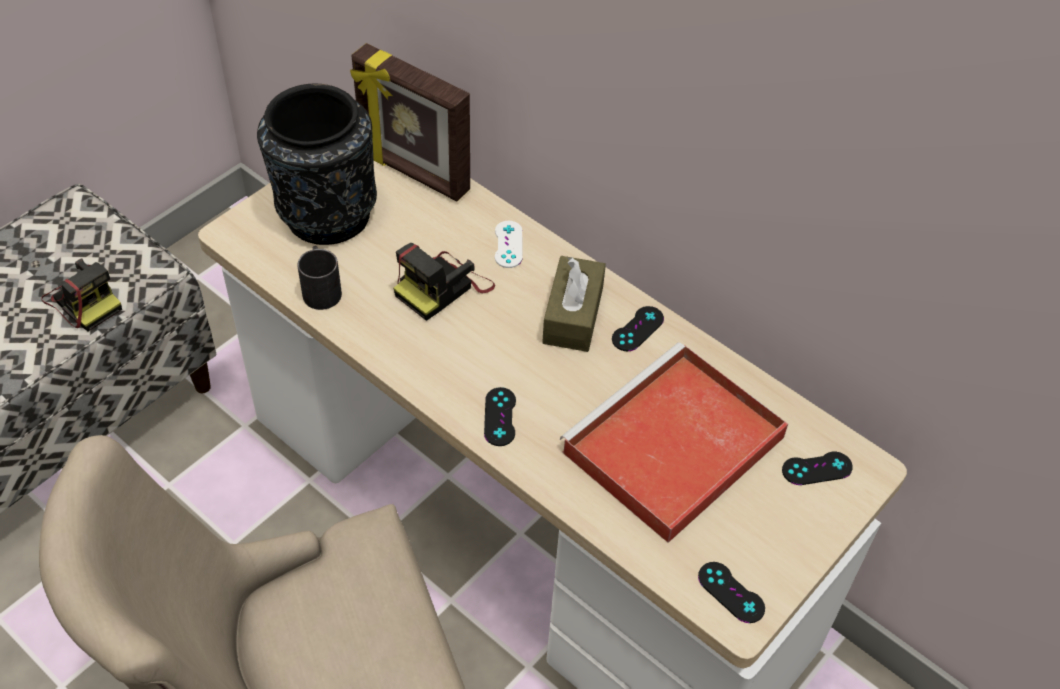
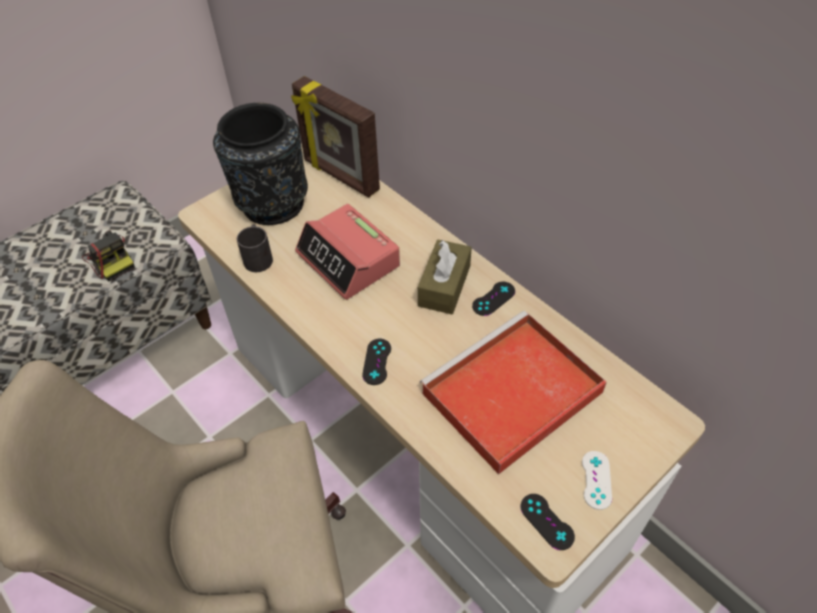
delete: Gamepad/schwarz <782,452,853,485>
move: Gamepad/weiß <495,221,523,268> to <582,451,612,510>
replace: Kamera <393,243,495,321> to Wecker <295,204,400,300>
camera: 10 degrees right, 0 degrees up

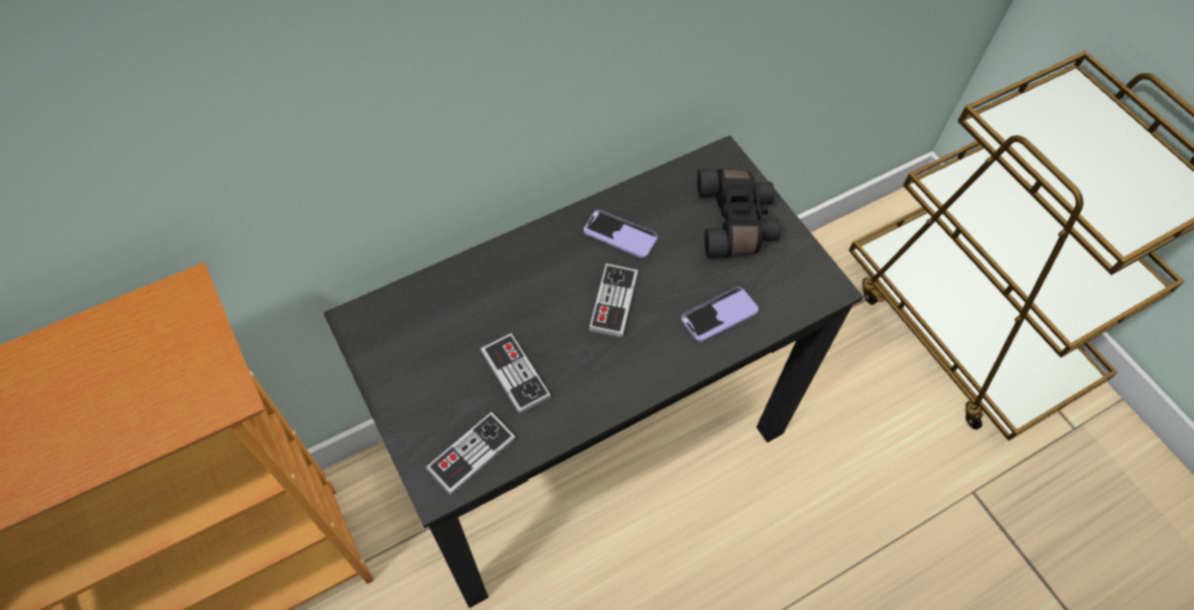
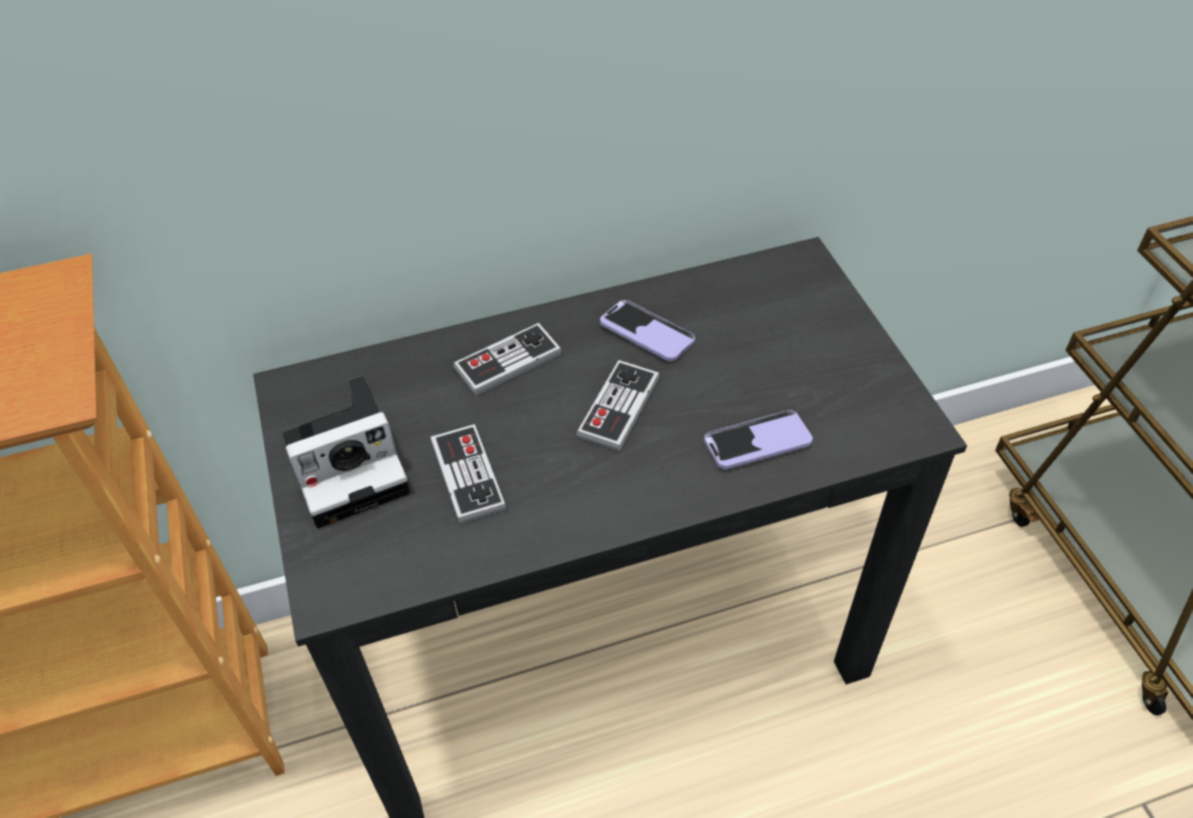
delete: Fernglas/schwarz <697,169,781,258>
insert: Kamera <283,376,410,528>
move: Gamepad <426,412,516,496> to <453,323,562,396>
camera: 15 degrees right, 10 degrees down

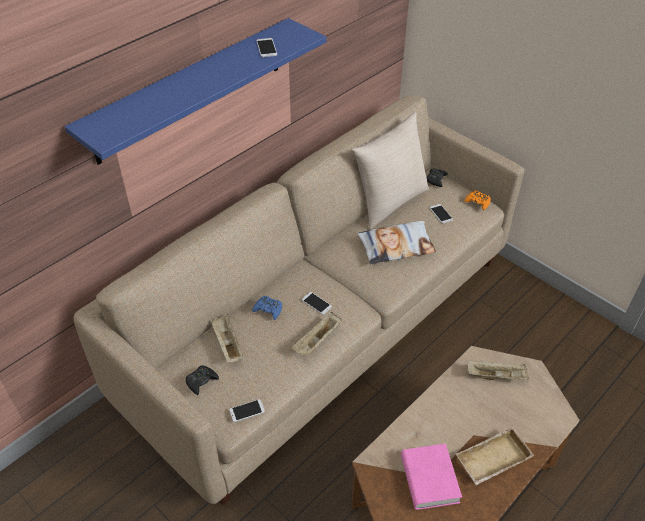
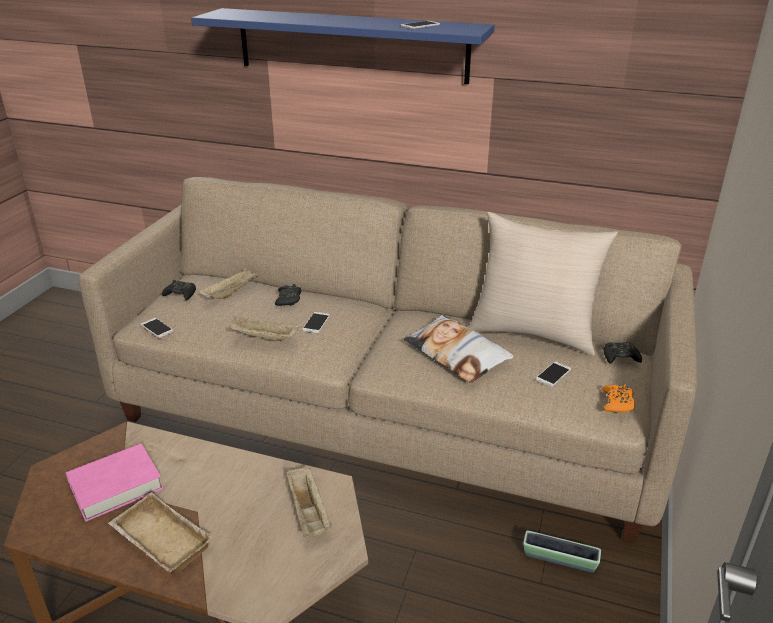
insert: Pflanzkübel <523,531,601,573>
recolor: Gamepad/blau <252,296,282,320> to Gamepad/schwarz <275,284,301,306>
camera: 65 degrees right, 15 degrees down

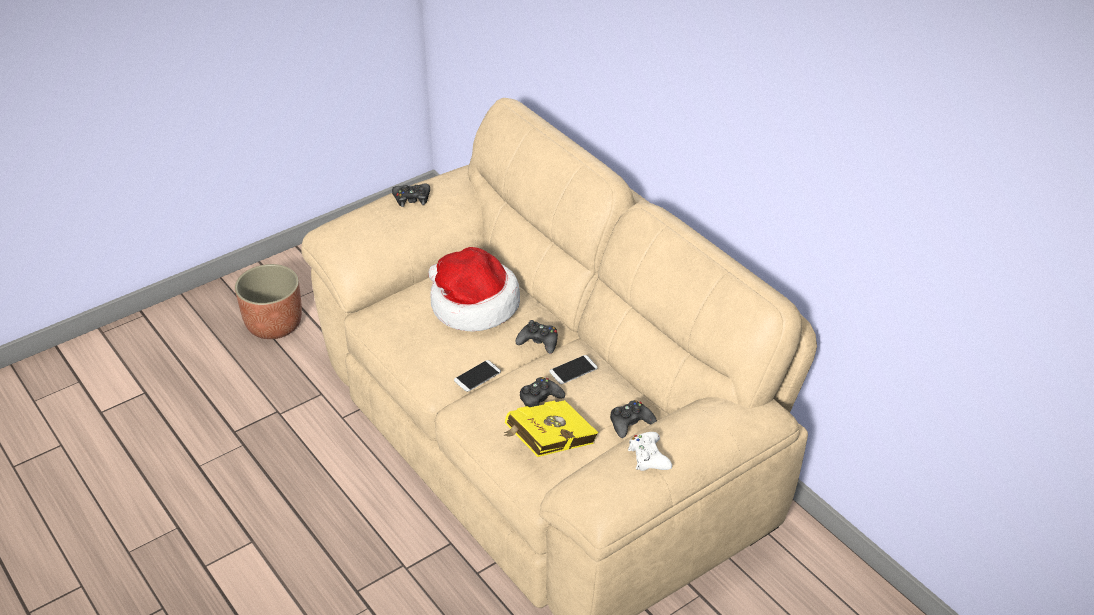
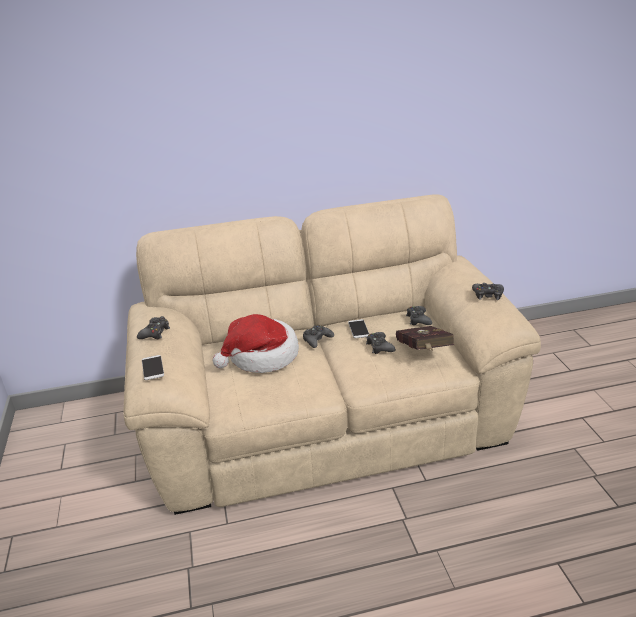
delete: Pflanzkübel <235,264,302,339>
move: Handy <454,360,501,392> to <142,355,164,380>
recolor: Buch/gelb <503,400,598,457> to Buch/rot <396,326,454,350>; Gamepad/weiß <628,432,672,471> to Gamepad/schwarz <472,283,504,300>
camera: 65 degrees left, 10 degrees down

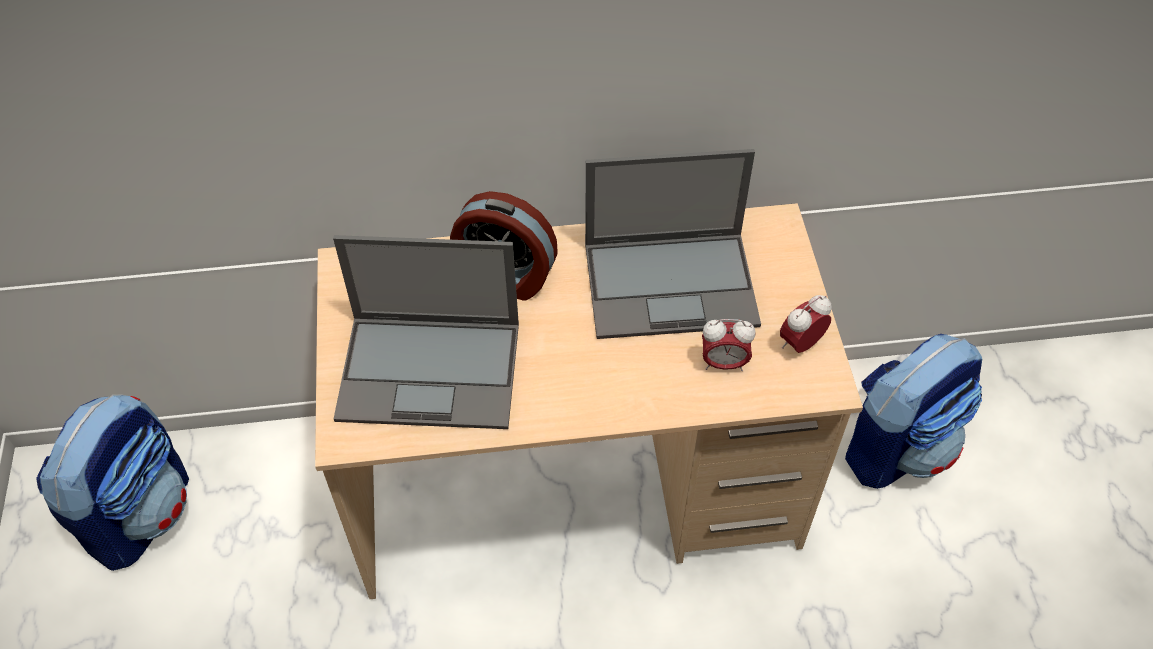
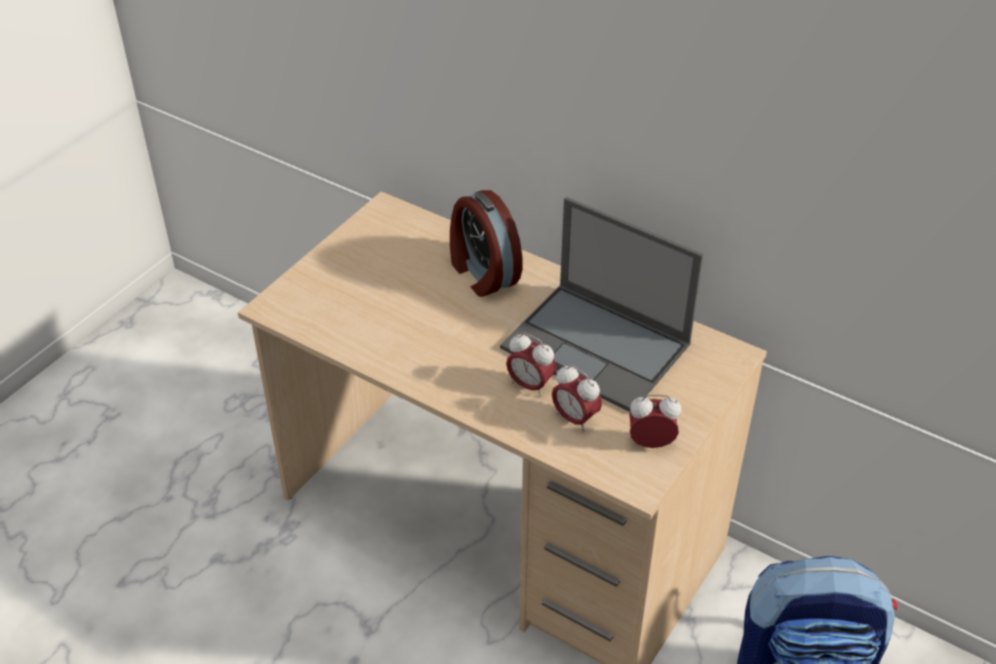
delete: Rucksack <36,394,189,571>; Laptop <333,235,519,429>
insert: Wecker <506,333,556,397>
camera: 40 degrees right, 10 degrees down

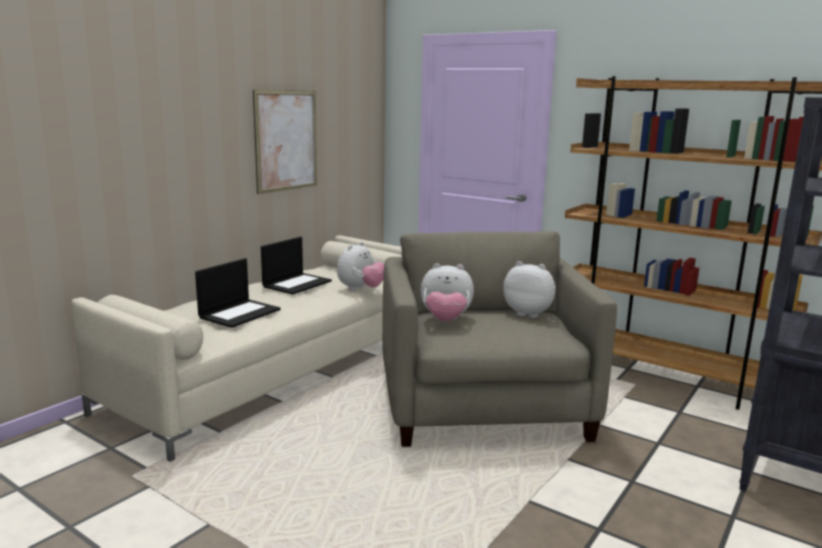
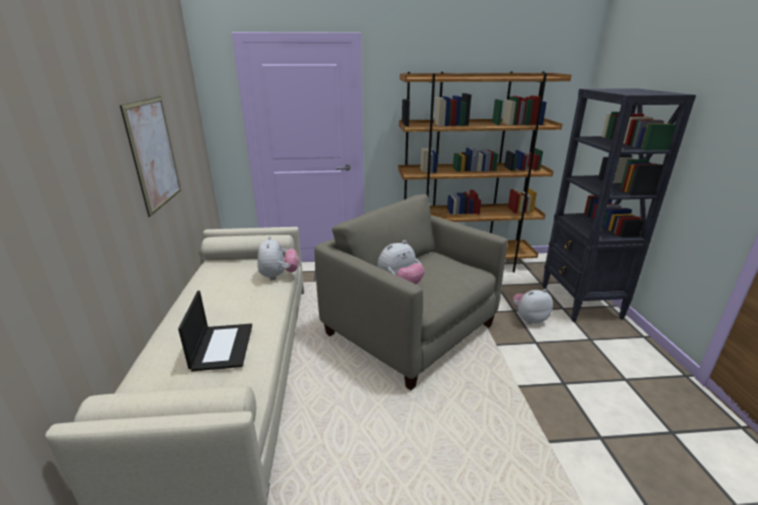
delete: Laptop <261,237,332,295>
move: Plüschtier <503,261,556,318> to <513,289,553,324>
camera: 40 degrees left, 10 degrees up

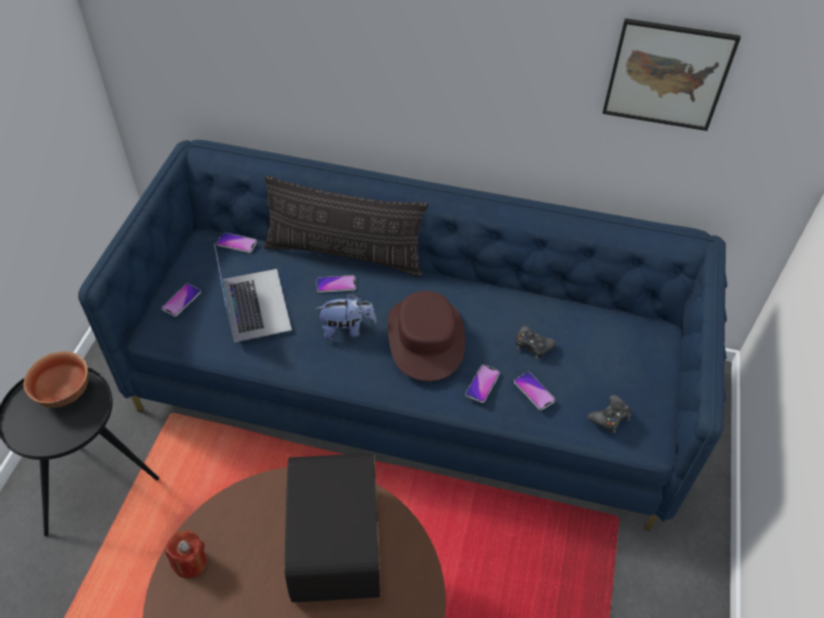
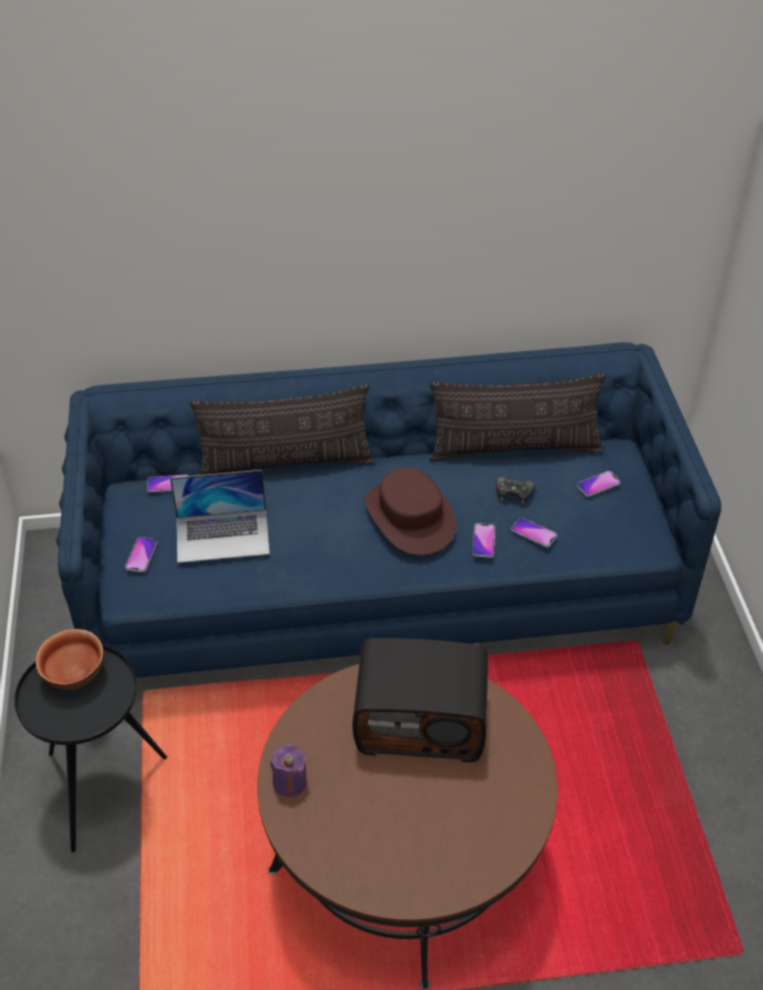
delete: Plüschtier <314,293,377,340>; Gamepad/schwarz <588,395,631,433>; Bild <602,18,741,131>
insert: Kissen <429,373,606,462>
move: Handy <317,275,356,293> to <577,471,620,497>
recolor: Kerze/rot <165,530,207,578> to Kerze/lila <270,744,307,797>
rotate: Laptop <214,243,292,342> = <170,470,270,563> 120 degrees clockwise; Radio <285,453,381,603> = <353,638,488,762> 60 degrees counterclockwise
camera: 20 degrees left, 5 degrees down

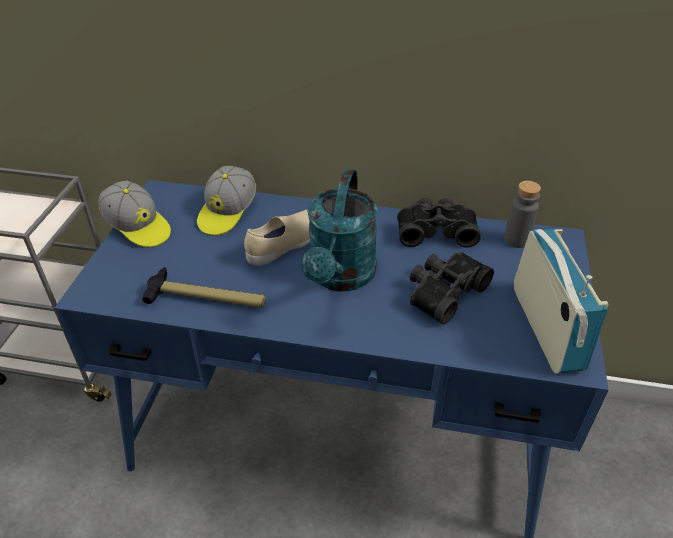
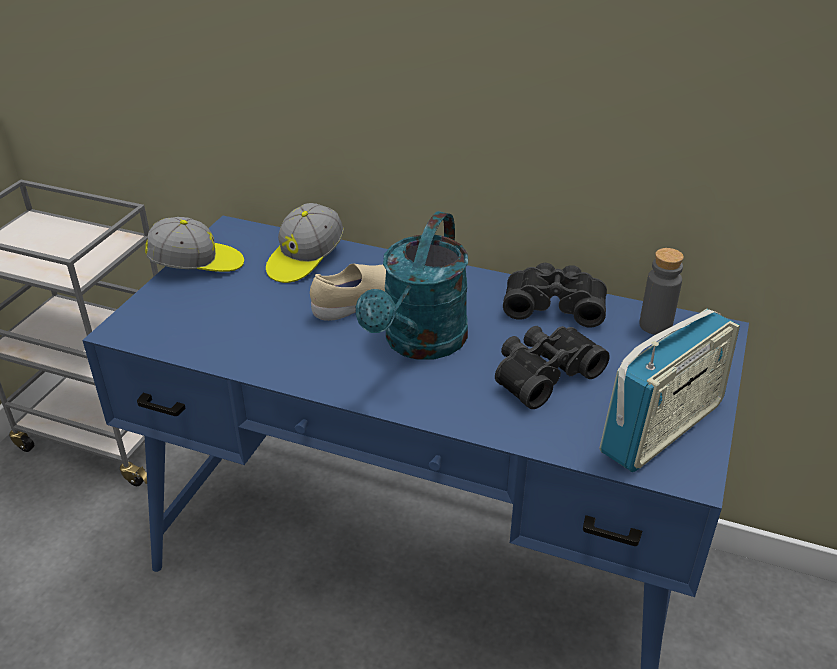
delete: Hammer <142,267,266,308>
rotate: Kappe <98,181,171,247> = <145,217,244,272> 60 degrees counterclockwise; Radio <514,228,609,374> = <599,308,740,472> 45 degrees clockwise
camera: 10 degrees right, 5 degrees down

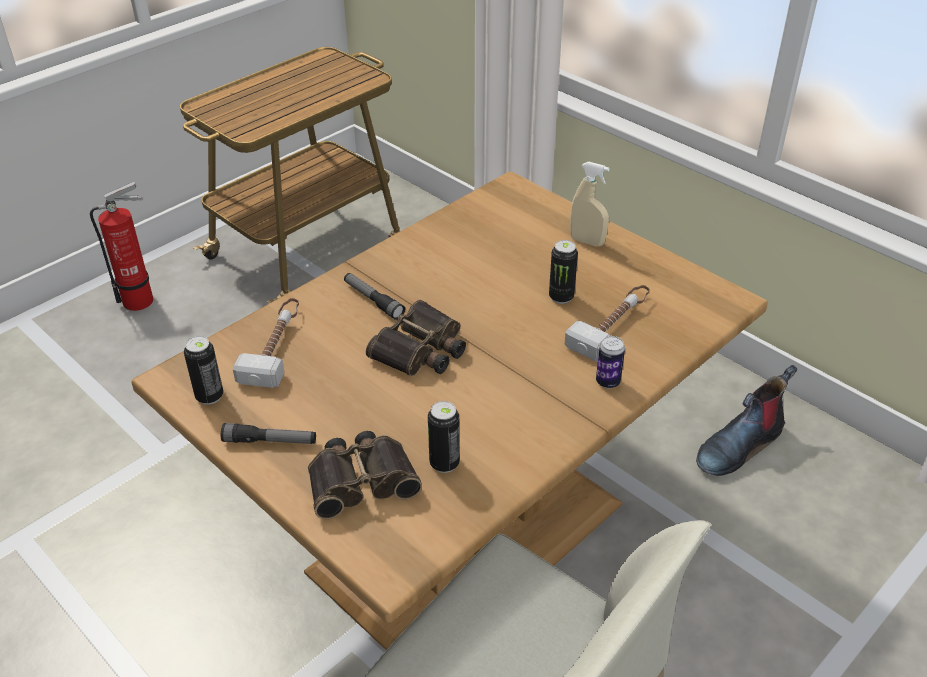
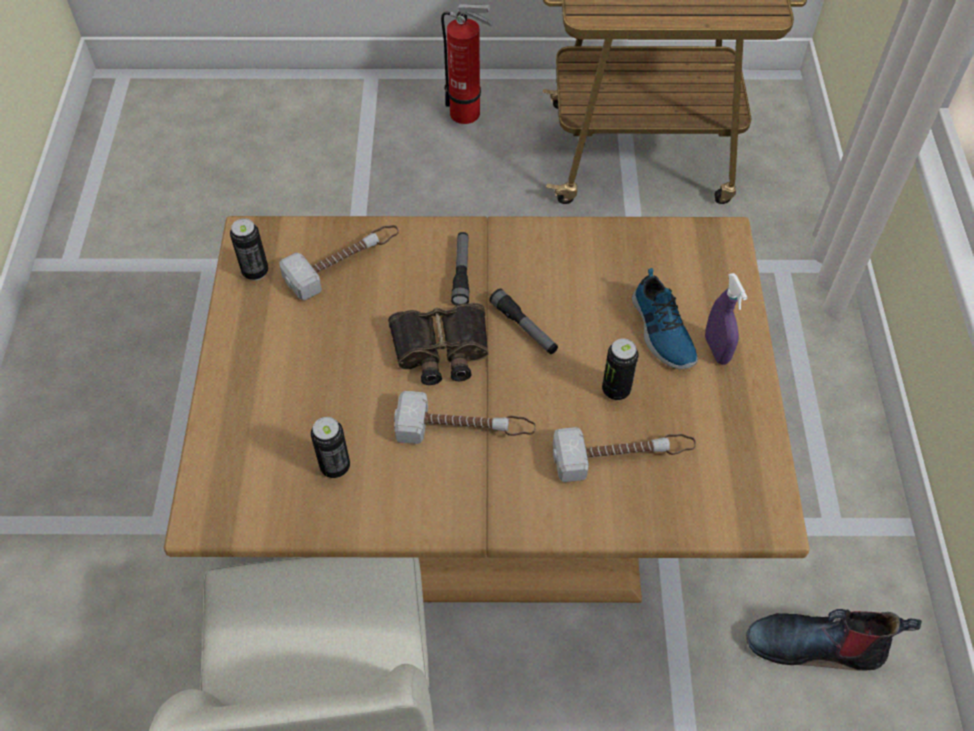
delete: Fernglas <308,431,422,519>; Dose <596,336,625,388>
insert: Hammer <394,391,536,444>; Schuh <632,268,698,369>
move: Taschenlampe <221,423,316,444> to <489,289,558,354>
recolor: Sprühflasche/beige <570,162,610,246> to Sprühflasche/lila <705,273,748,365>
camera: 45 degrees right, 15 degrees up

